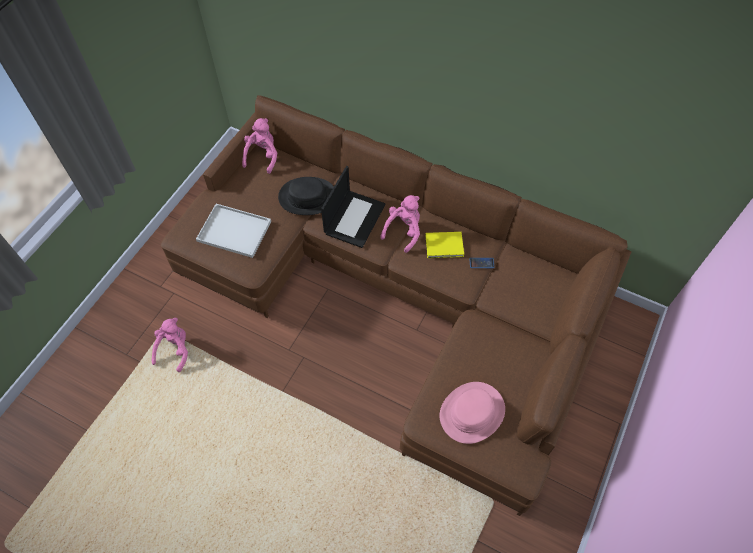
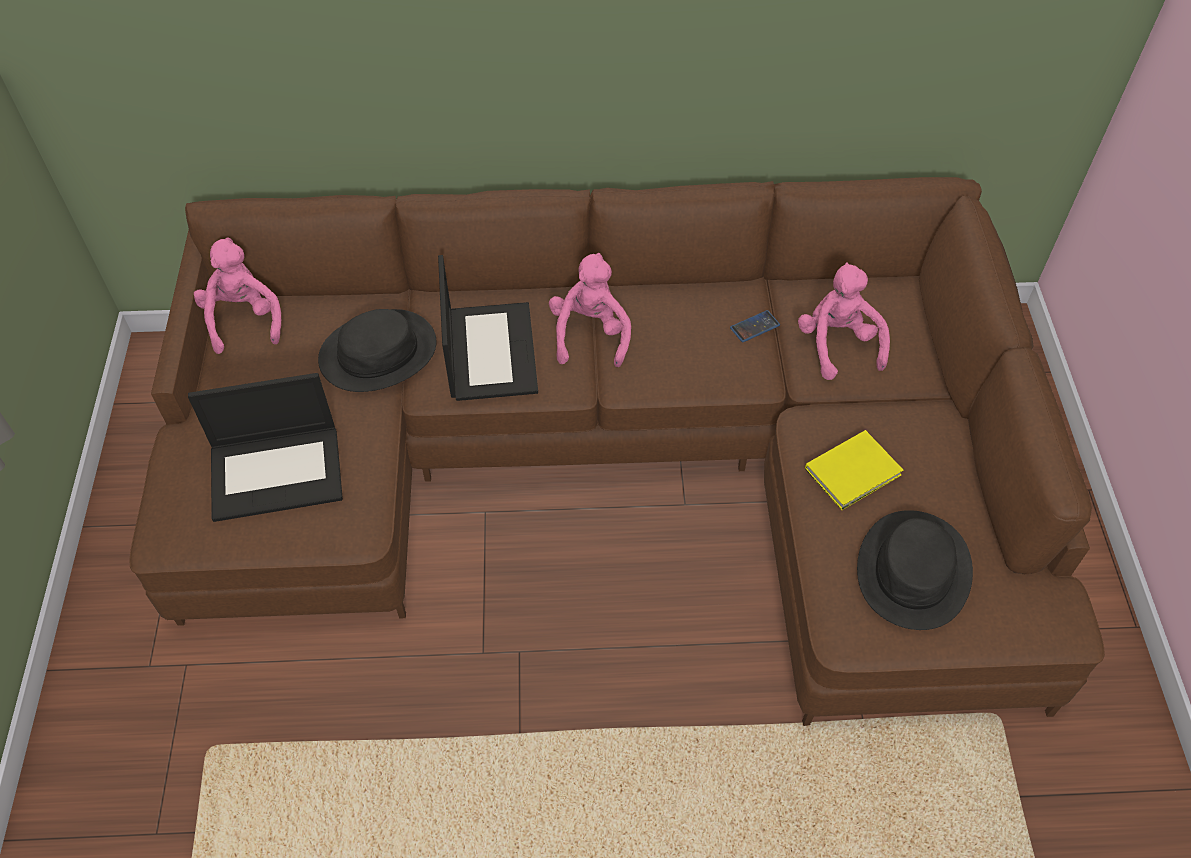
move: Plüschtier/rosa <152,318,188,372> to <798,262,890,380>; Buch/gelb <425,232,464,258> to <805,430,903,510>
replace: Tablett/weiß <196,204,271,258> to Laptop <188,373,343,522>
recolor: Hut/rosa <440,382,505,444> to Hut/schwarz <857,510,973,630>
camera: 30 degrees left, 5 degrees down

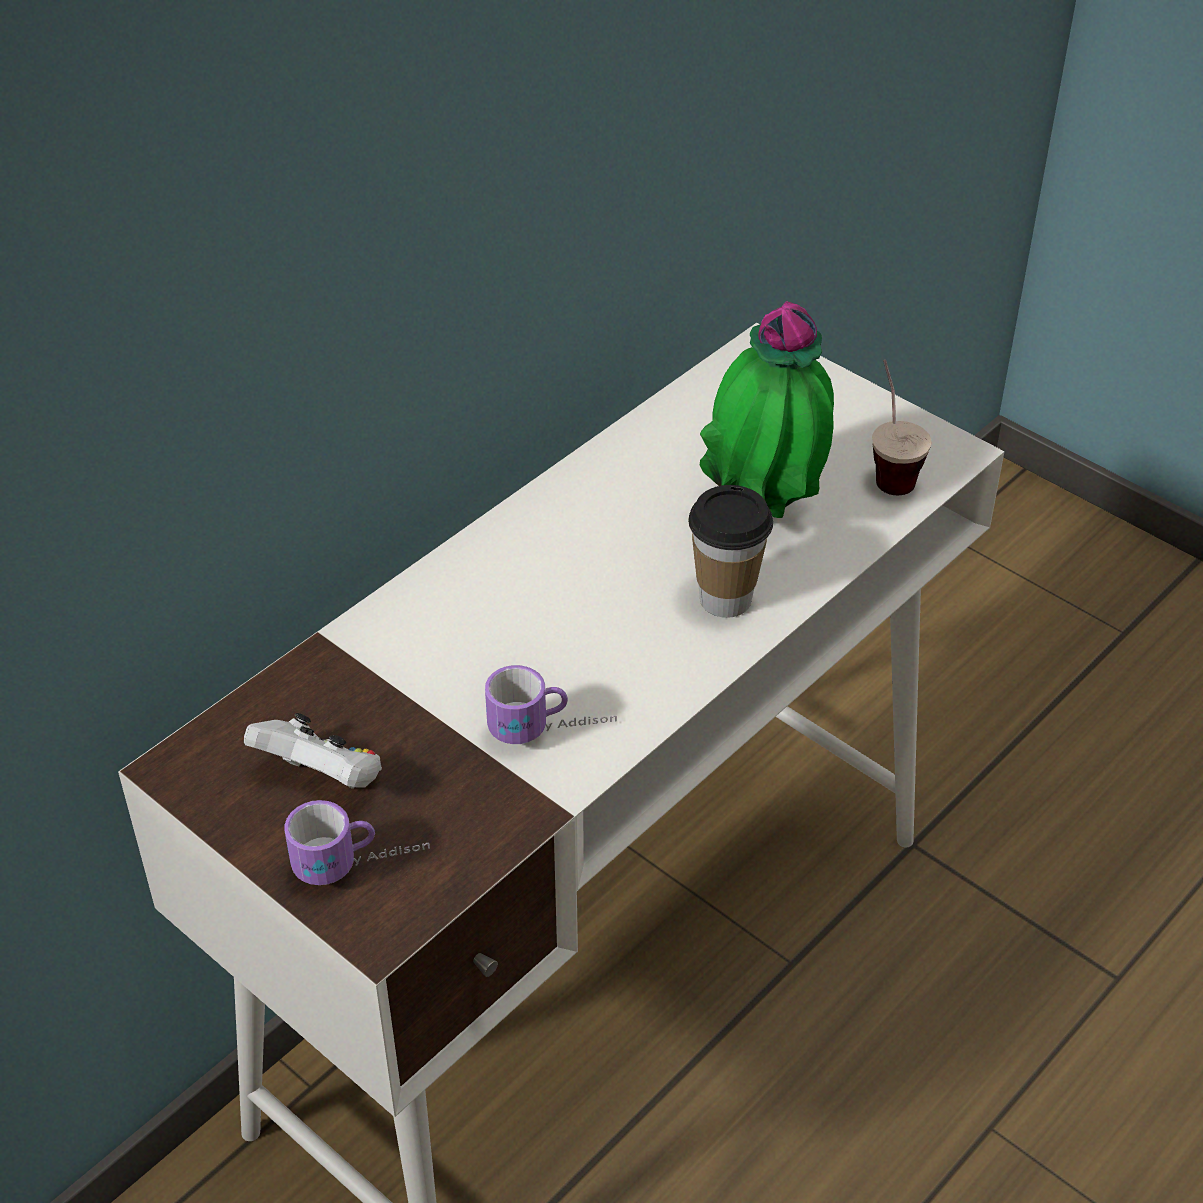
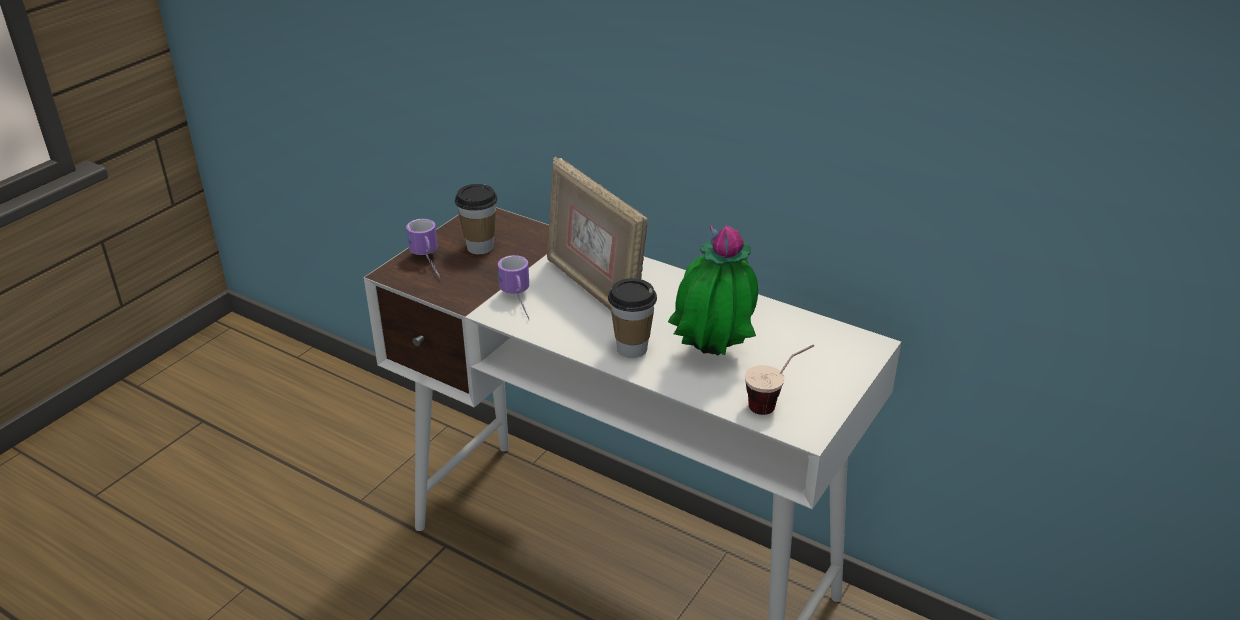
insert: Bilderrahmen <547,157,648,310>
replace: Gamepad/weiß <244,713,382,789> to Tasse <455,184,498,254>
camera: 80 degrees right, 10 degrees down

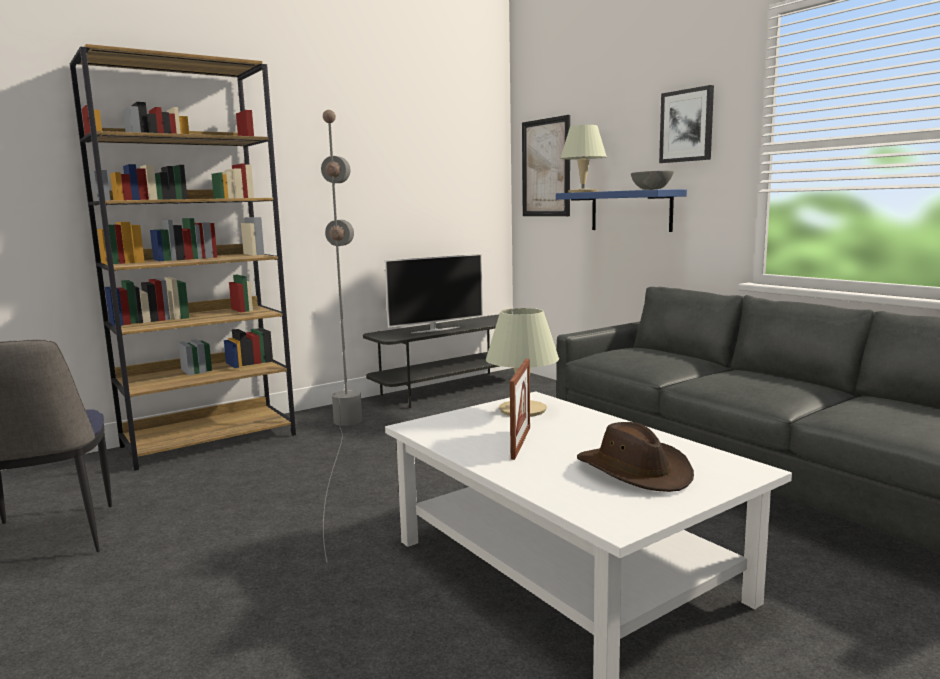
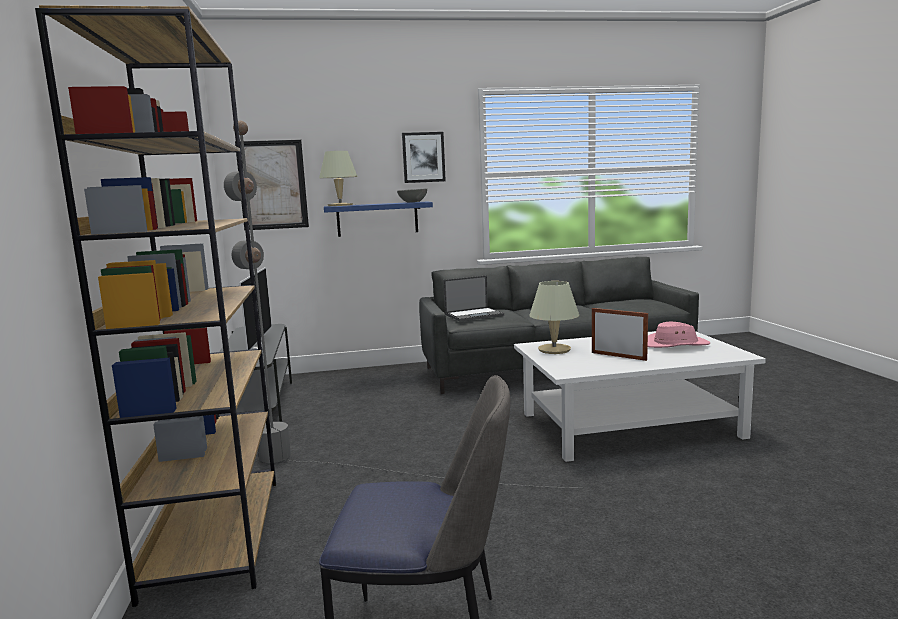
insert: Laptop <443,275,504,322>
recolor: Hut/braun <577,422,694,492> to Hut/rosa <648,322,710,348>
camera: 65 degrees left, 0 degrees up

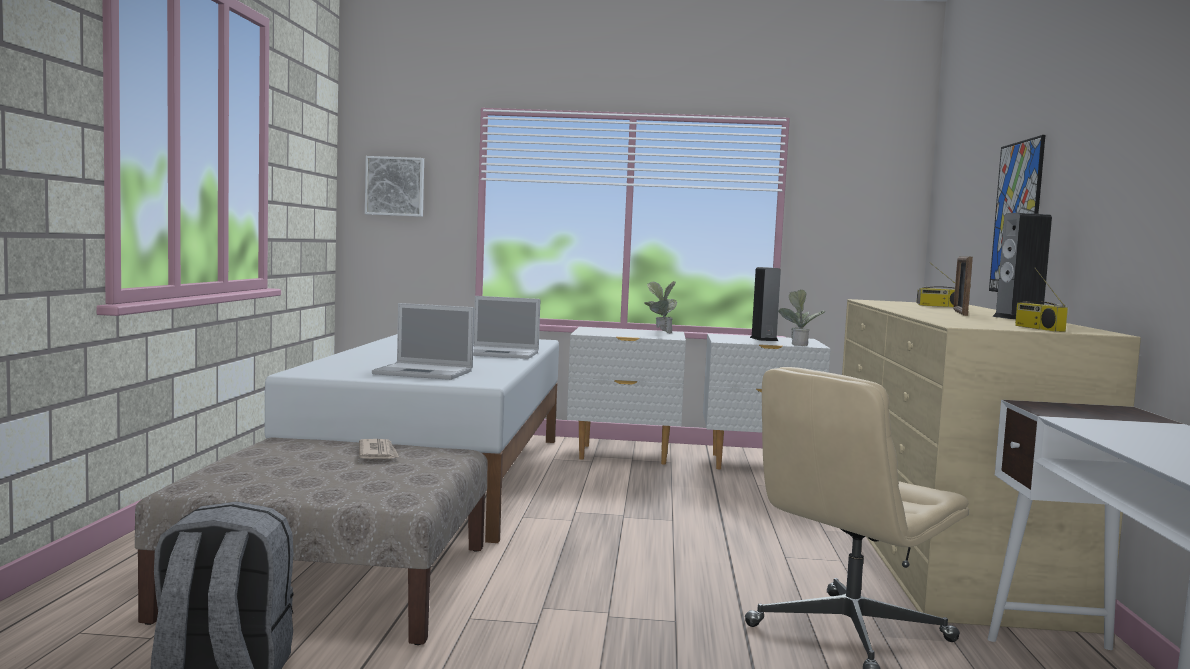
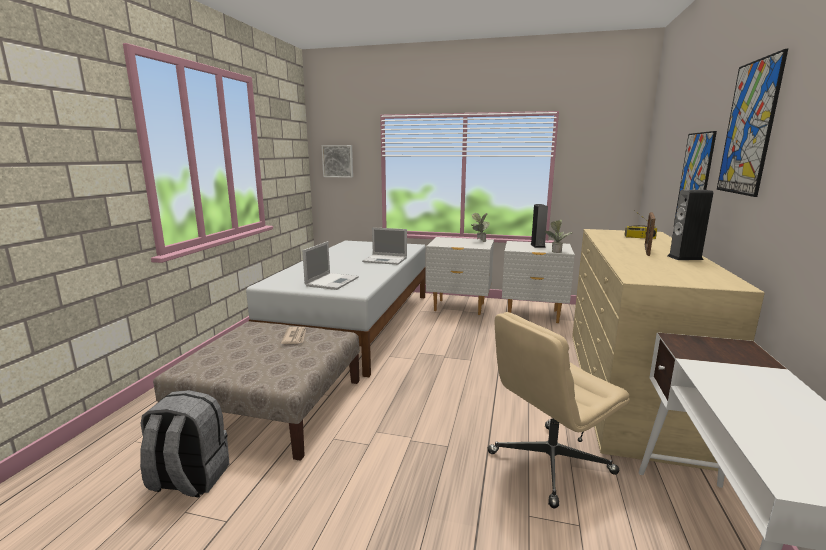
delete: Radio <1015,268,1068,332>
insert: Bild <717,49,788,197>
rotate: Laptop <372,303,474,380> = <302,241,359,290> 90 degrees counterclockwise
camera: 10 degrees right, 10 degrees up

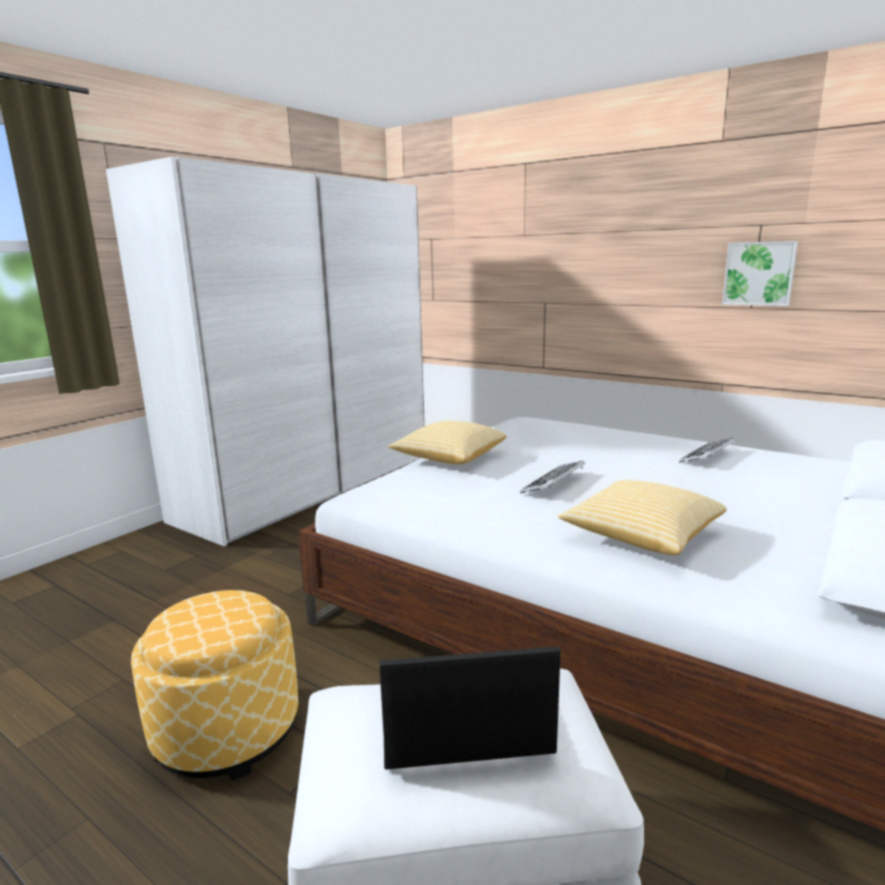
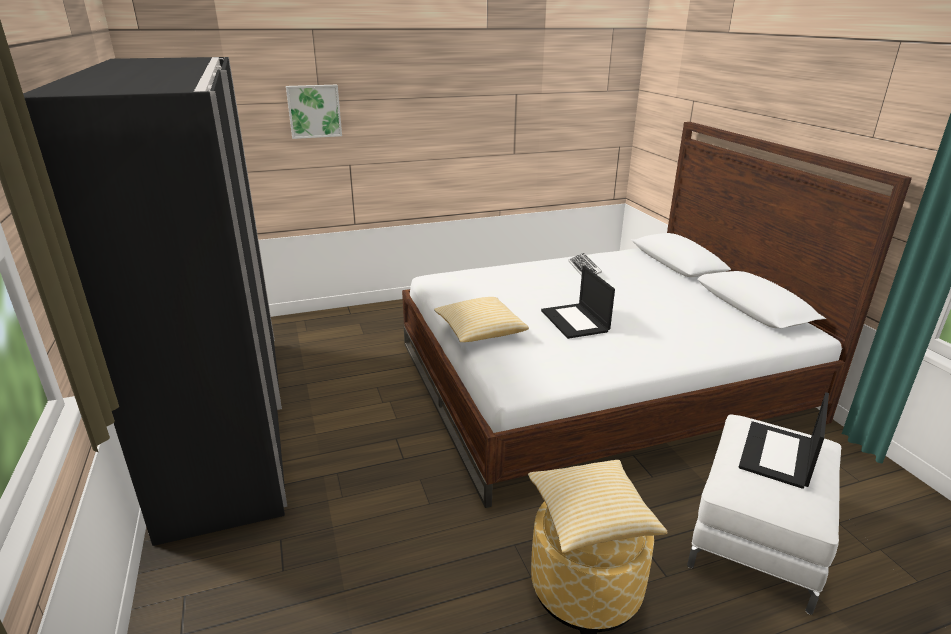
move: Bild <722,241,798,306> to <286,85,342,139>; Kissen <558,480,727,555> to <528,460,668,553>
replace: Tastatur <520,461,585,493> to Laptop <541,265,615,339>
recolor: Kleiderschrank/weiß <106,157,425,546> to Kleiderschrank/schwarz <23,57,287,546>
camera: 55 degrees left, 10 degrees up

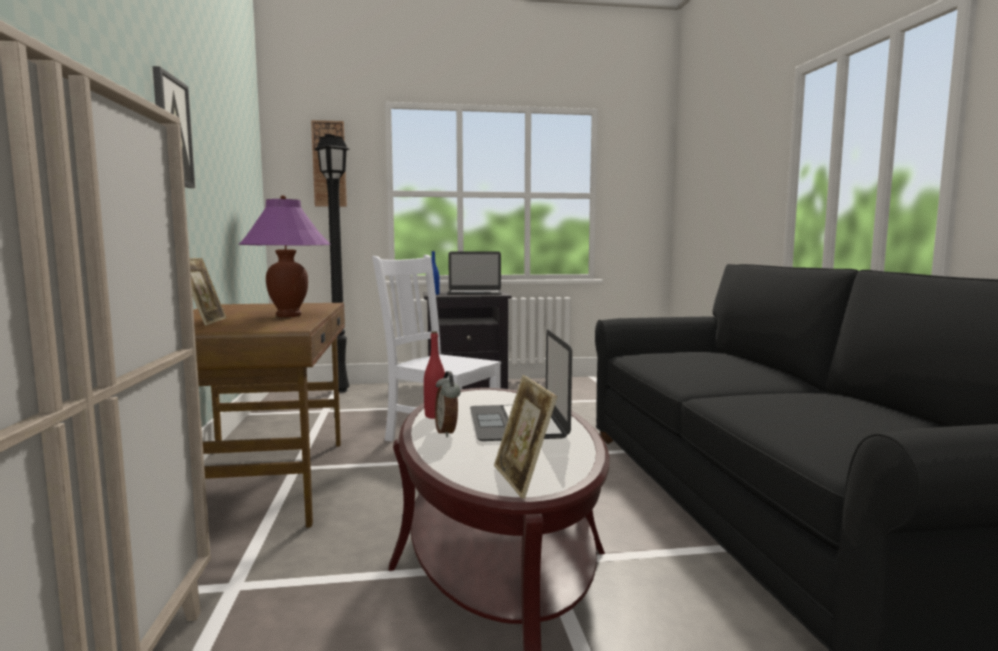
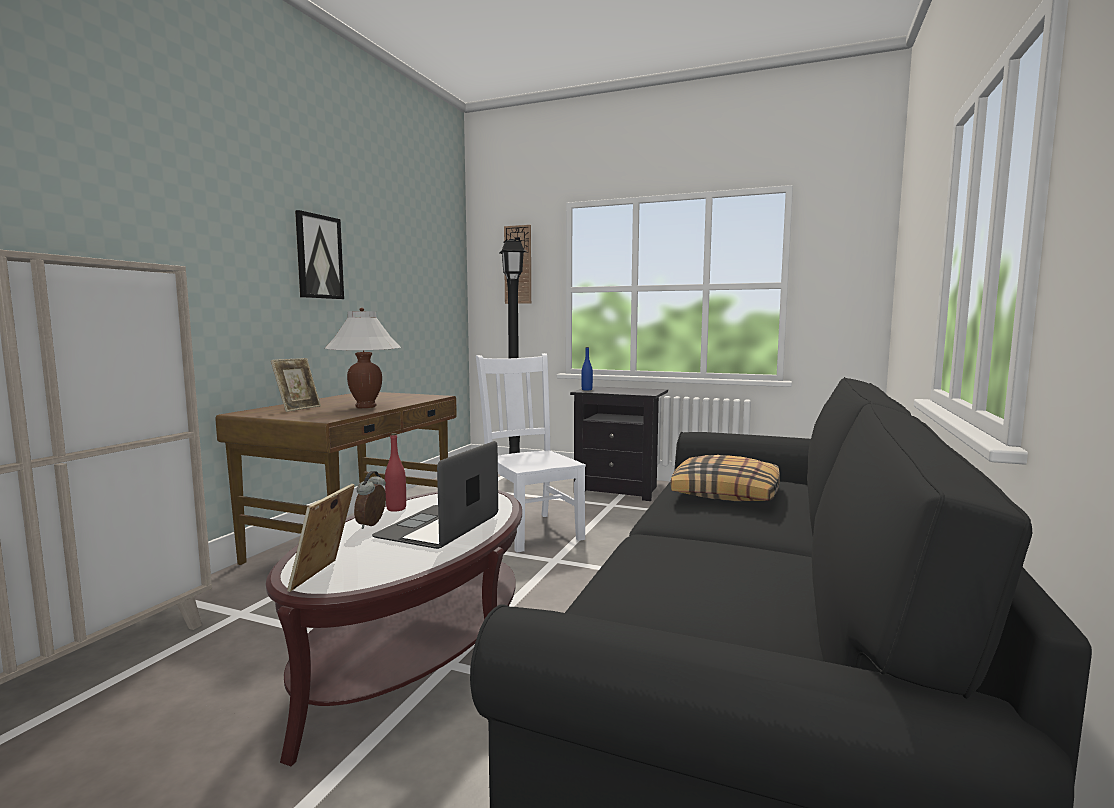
delete: Laptop <447,251,502,295>
insert: Kissen <670,455,780,501>
recolor: Tischlampe/lila <239,195,331,317> to Tischlampe/weiß <325,308,401,409>
camera: 30 degrees right, 0 degrees up

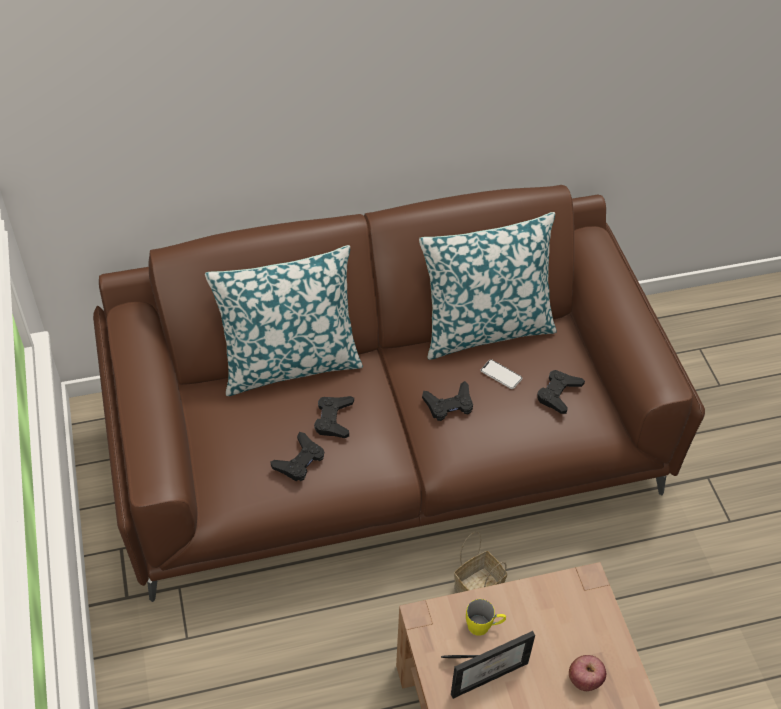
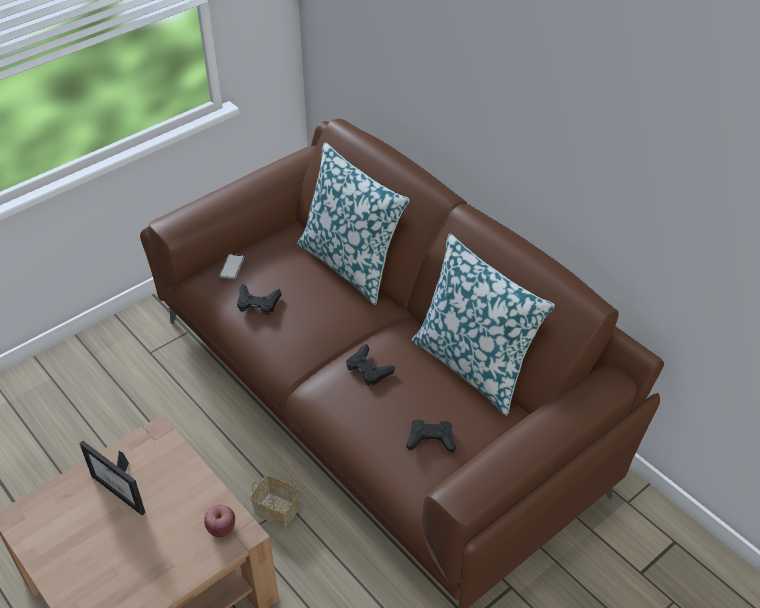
delete: Gamepad/schwarz <314,396,354,438>; Henkelbecher/gelb <466,599,506,636>
move: Apfel <569,655,606,691> to <204,505,235,538>; Handy <480,359,523,389> to <219,254,245,279>
camera: 65 degrees right, 5 degrees down

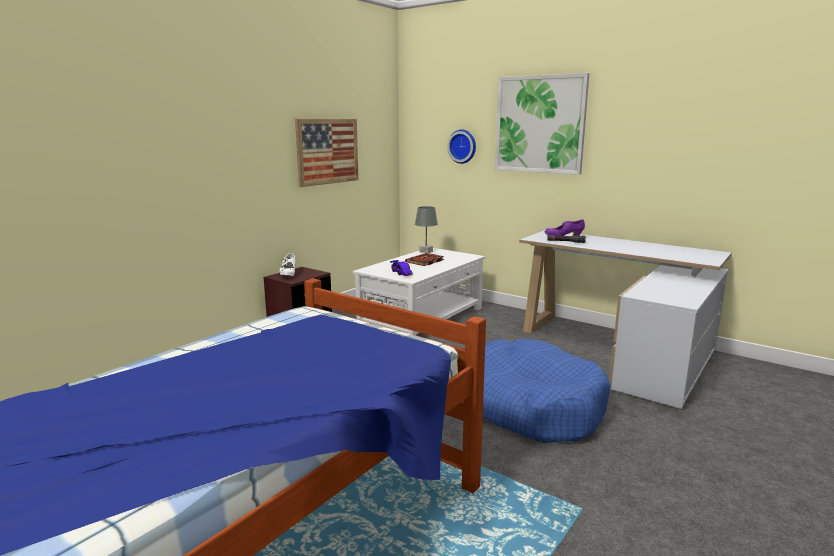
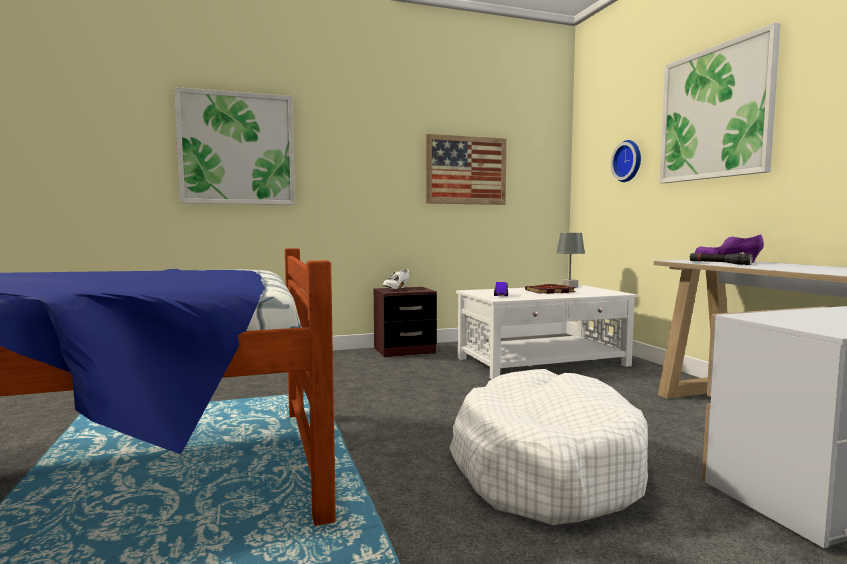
insert: Bild <175,87,295,205>
recolor: Hundebett/blau <483,339,611,443> to Hundebett/weiß <450,369,648,525>
camera: 35 degrees right, 10 degrees down

